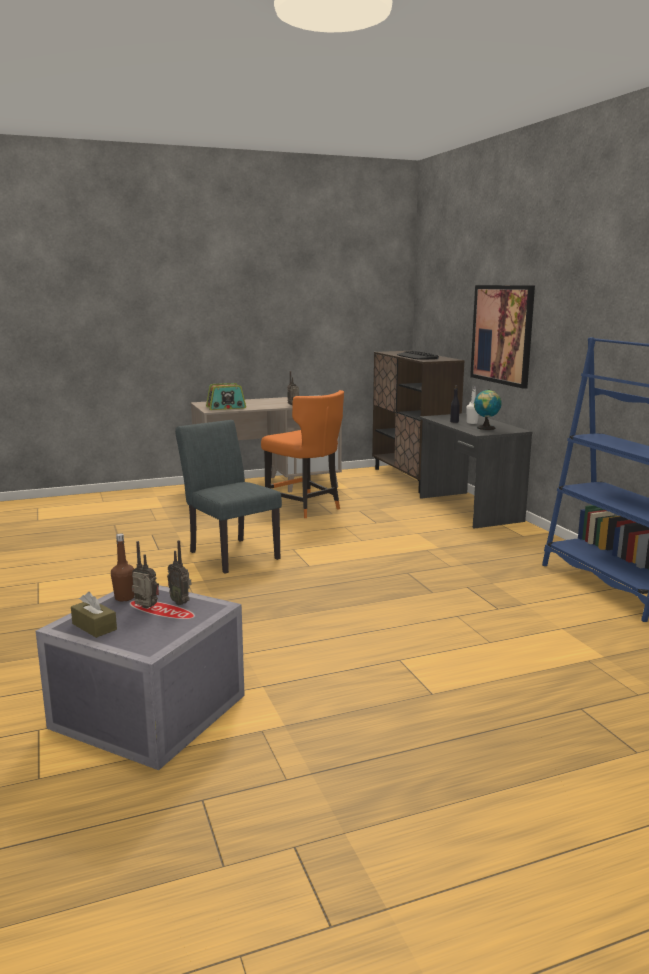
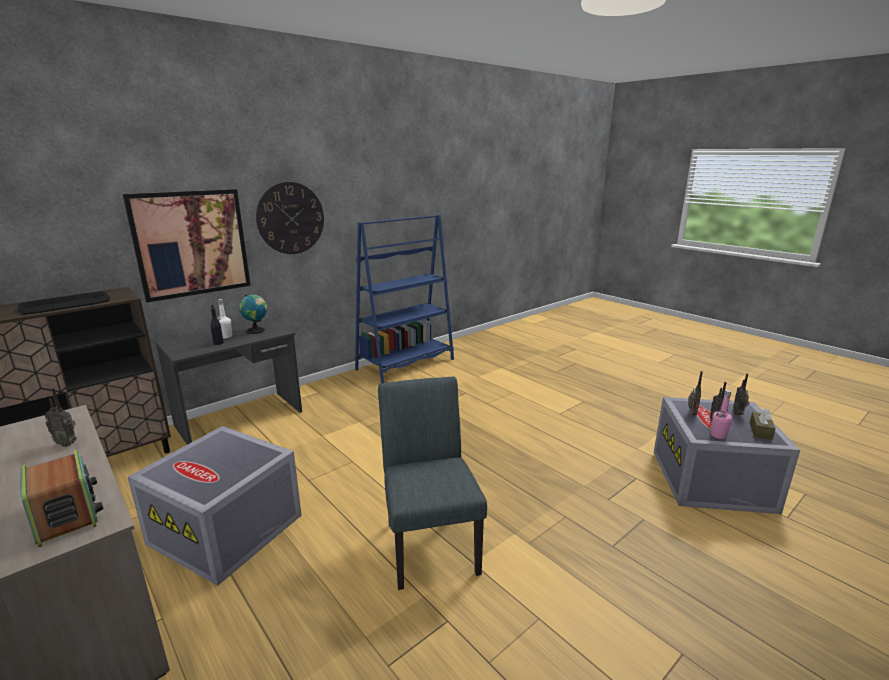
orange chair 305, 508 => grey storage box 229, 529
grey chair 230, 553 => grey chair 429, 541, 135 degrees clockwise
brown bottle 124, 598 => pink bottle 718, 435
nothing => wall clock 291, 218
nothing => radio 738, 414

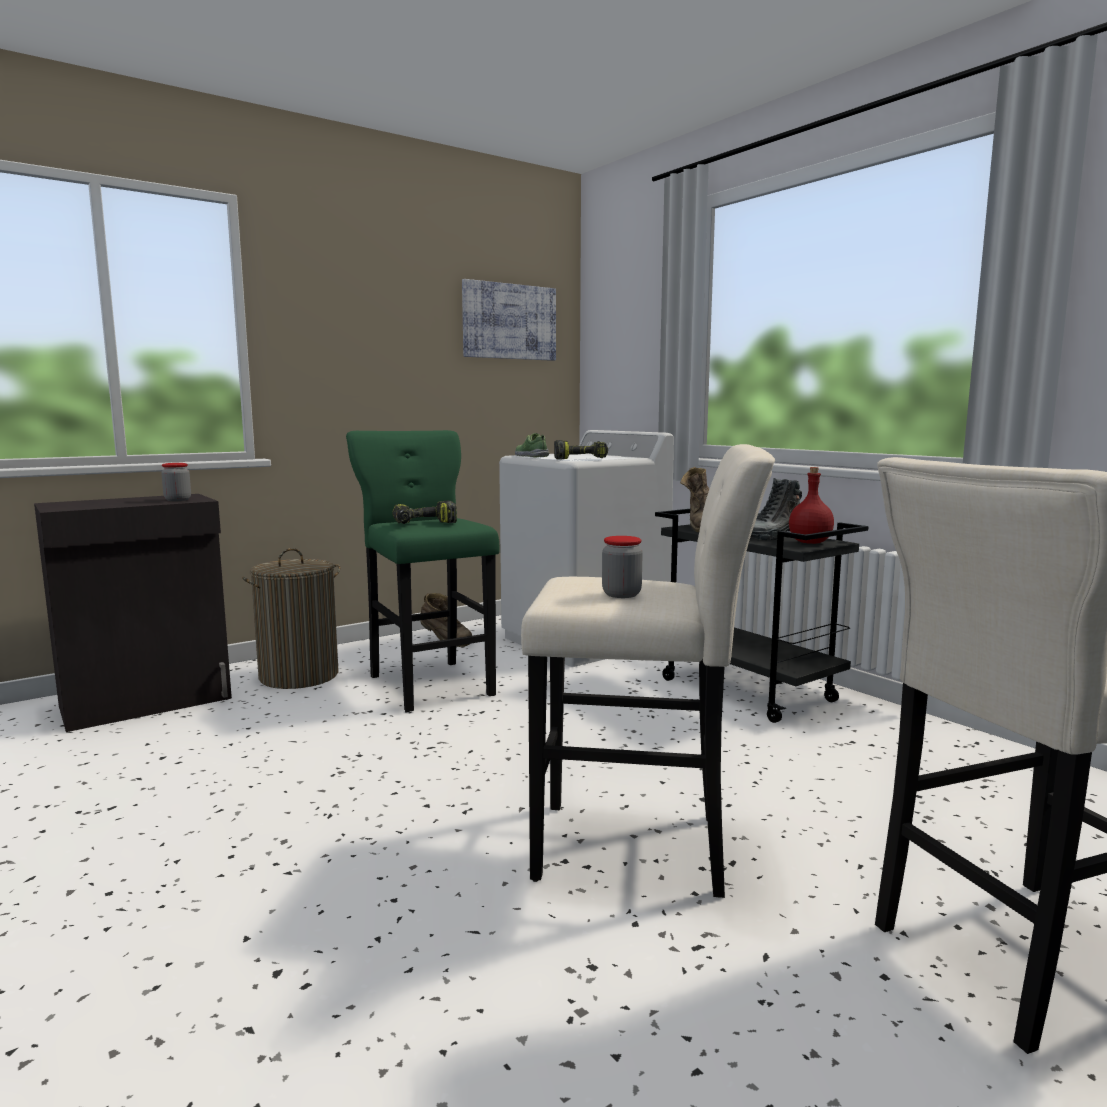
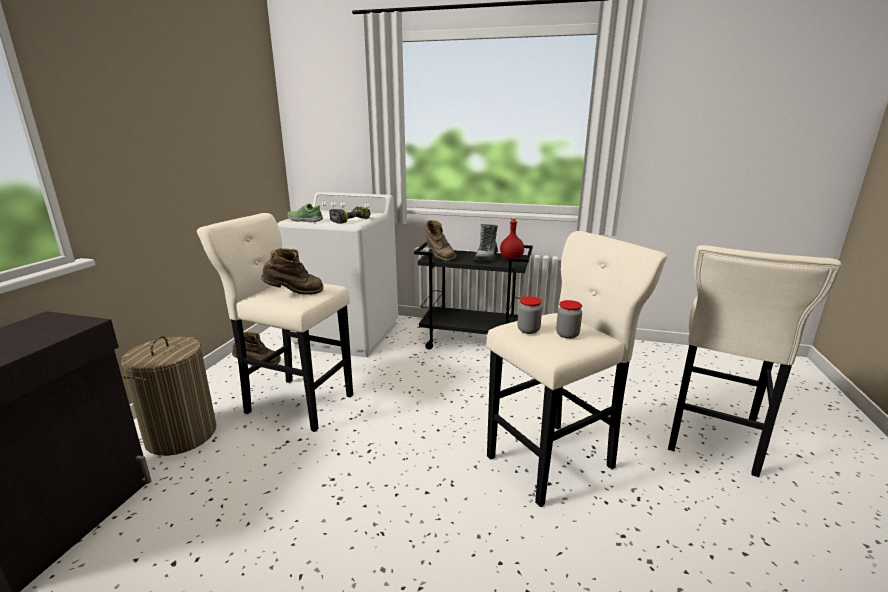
picture 509, 321 => nothing
green stool 429, 683 => beige stool 296, 402
jar 177, 500 => jar 528, 330, shifted
power drill 424, 524 => brown boot 295, 294

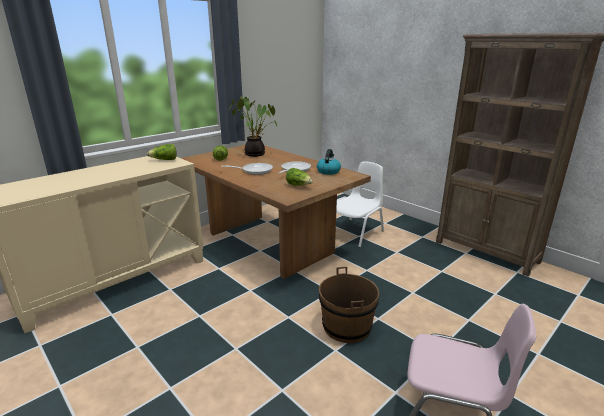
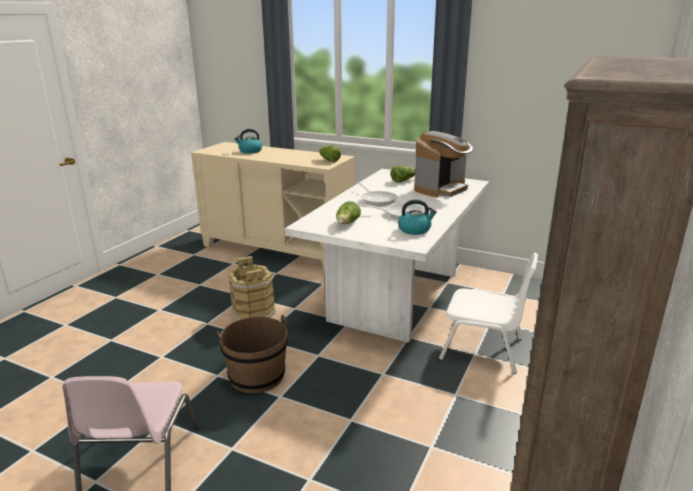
potted plant 255, 153 => coffee machine 441, 189
brown dining table 269, 243 => white dining table 395, 295
nothing => kettle 250, 151
nothing => brown bucket 254, 313

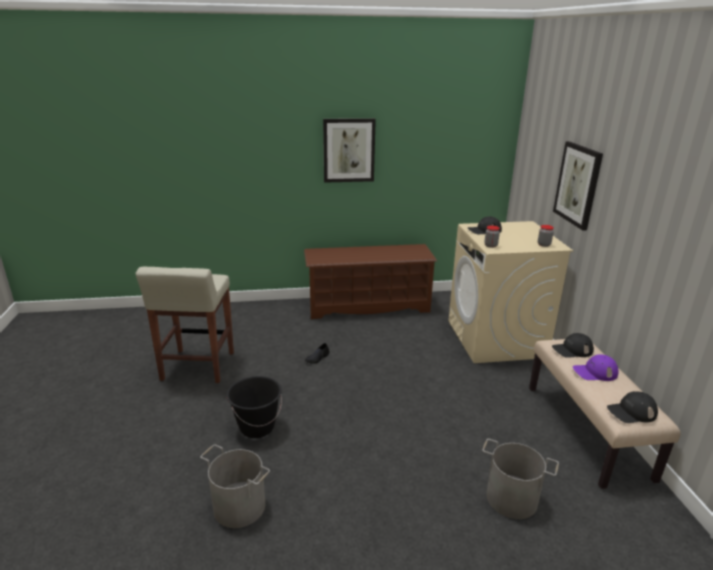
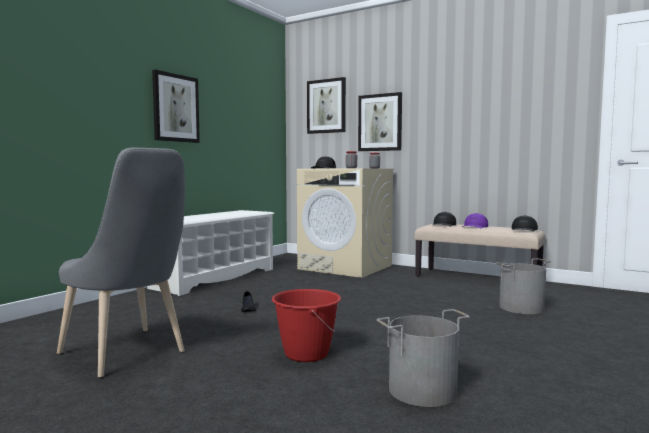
brown shoe rack 368, 306 => white shoe rack 214, 278
beige stool 197, 367 => grey chair 127, 354
black bucket 257, 427 => red bucket 306, 354
nothing => picture 326, 106

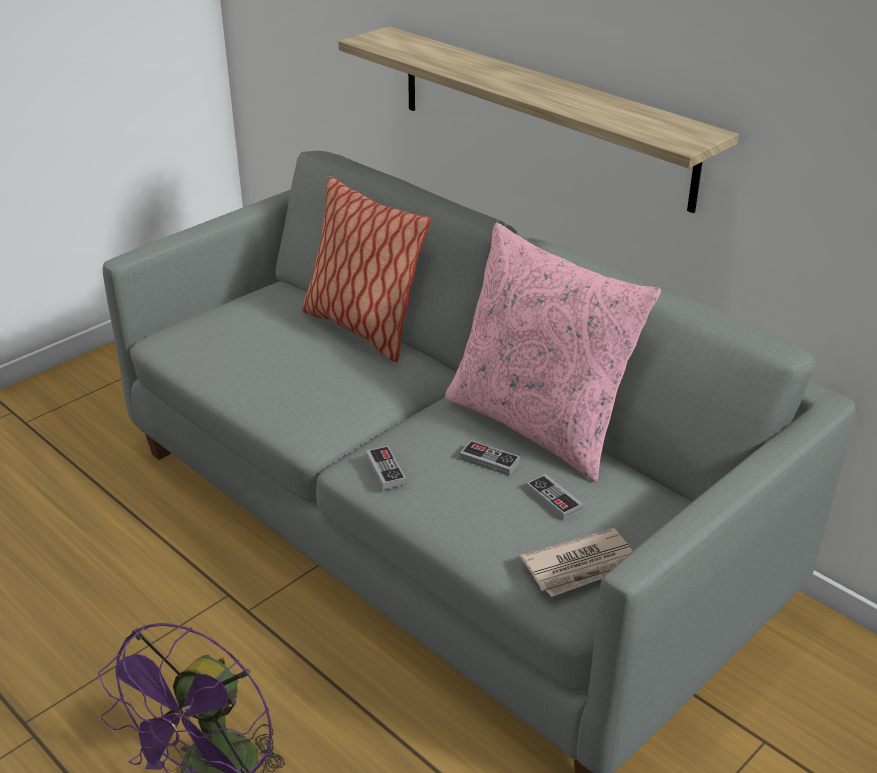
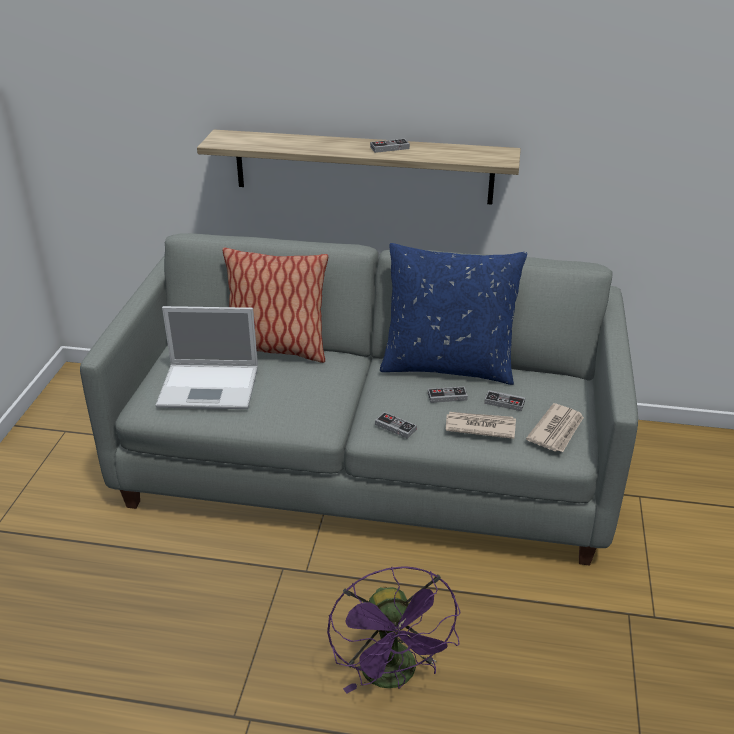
pink pillow 539, 424 => blue pillow 448, 366
nothing => game controller 389, 148
nothing => laptop 211, 386
nothing => newspaper 479, 426

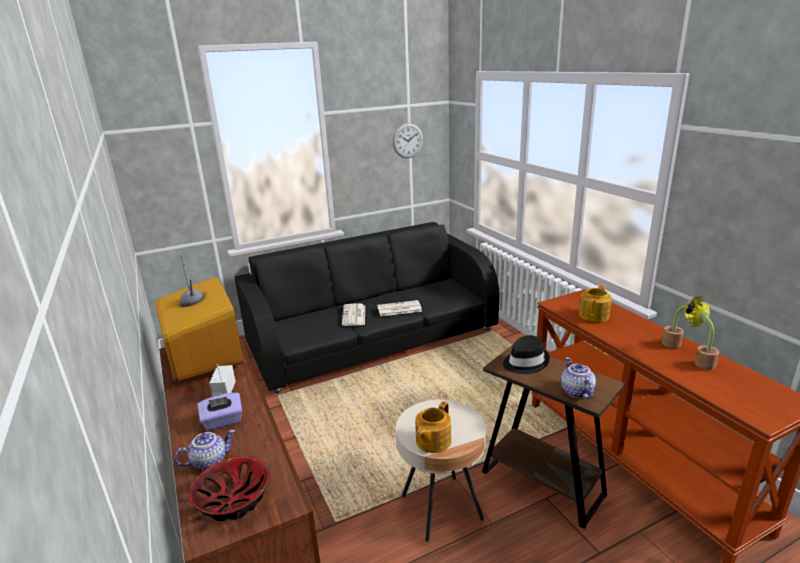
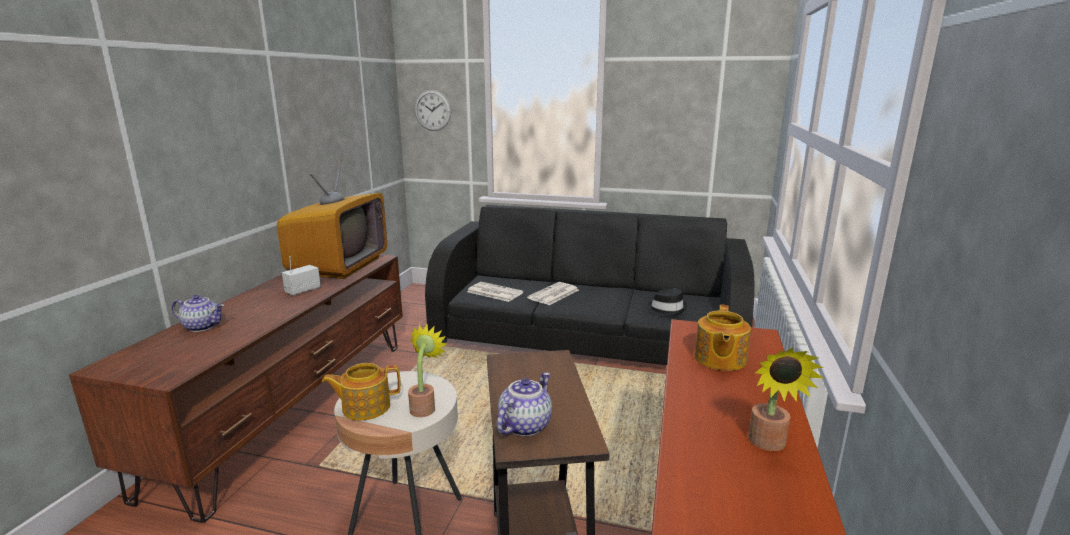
wall clock 407, 140 => wall clock 432, 110, shifted
teapot 594, 315 => teapot 719, 359, 120 degrees clockwise
newspaper 399, 309 => newspaper 494, 292, shifted
potted plant 701, 362 => potted plant 424, 407, shifted
black hat 525, 362 => black hat 667, 309, shifted
purple tissue box 223, 422 => nothing
bowl 234, 500 => nothing

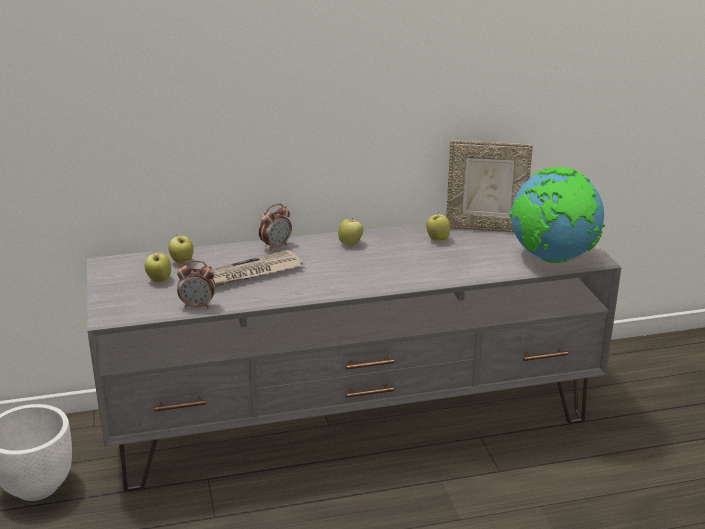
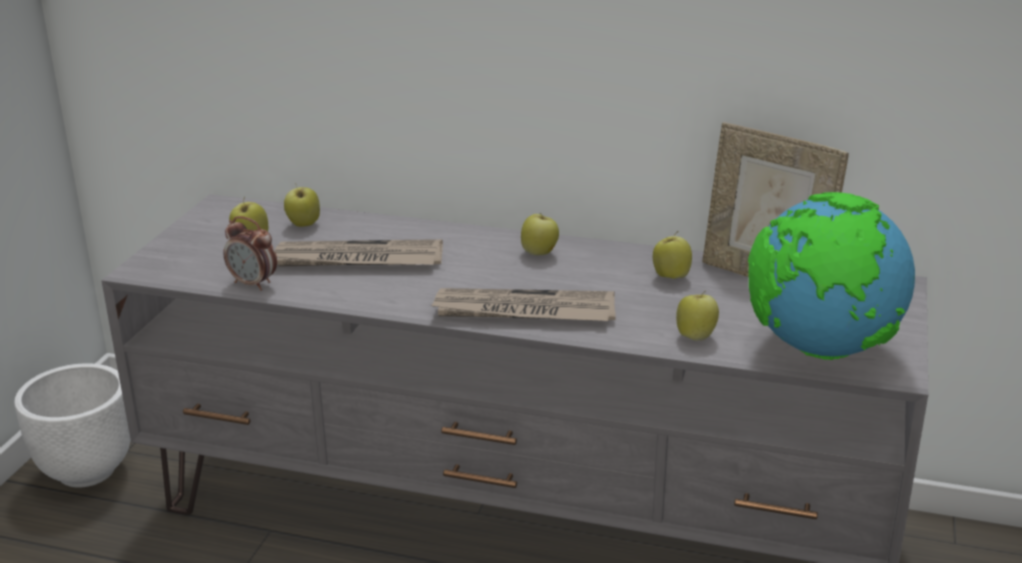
alarm clock 276, 246 => nothing
nothing => newspaper 523, 311
nothing => apple 695, 336

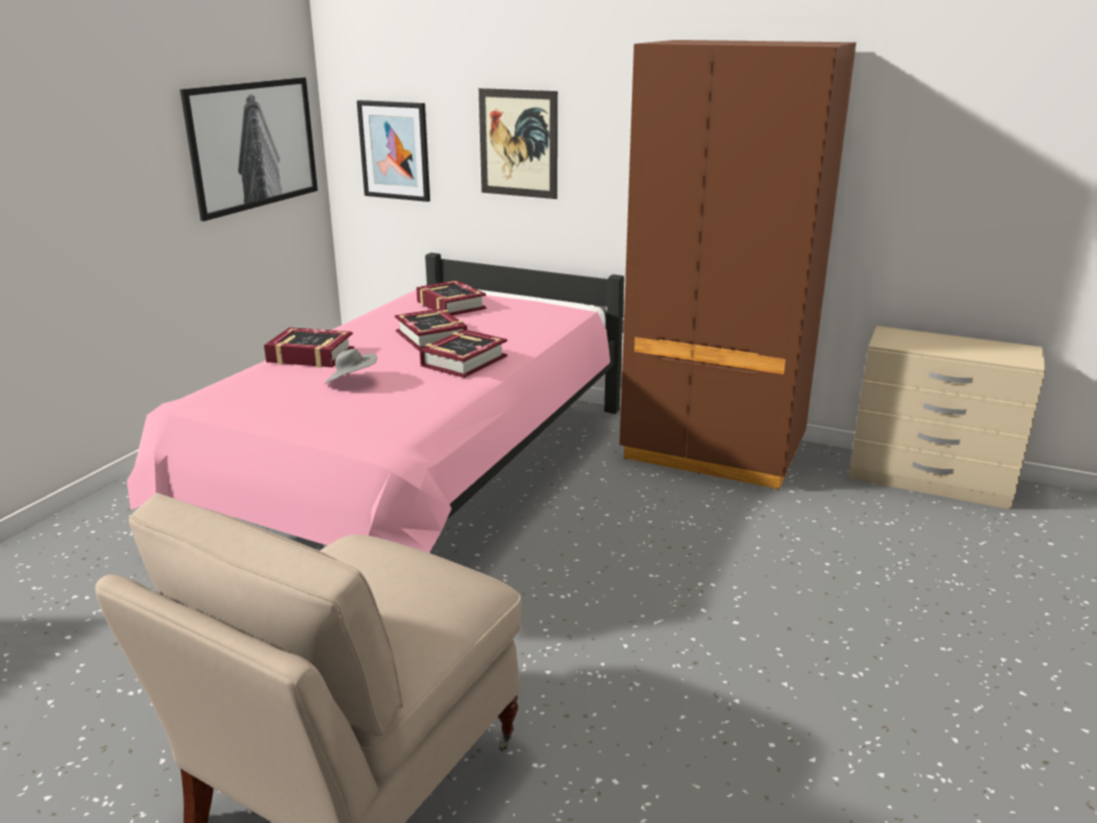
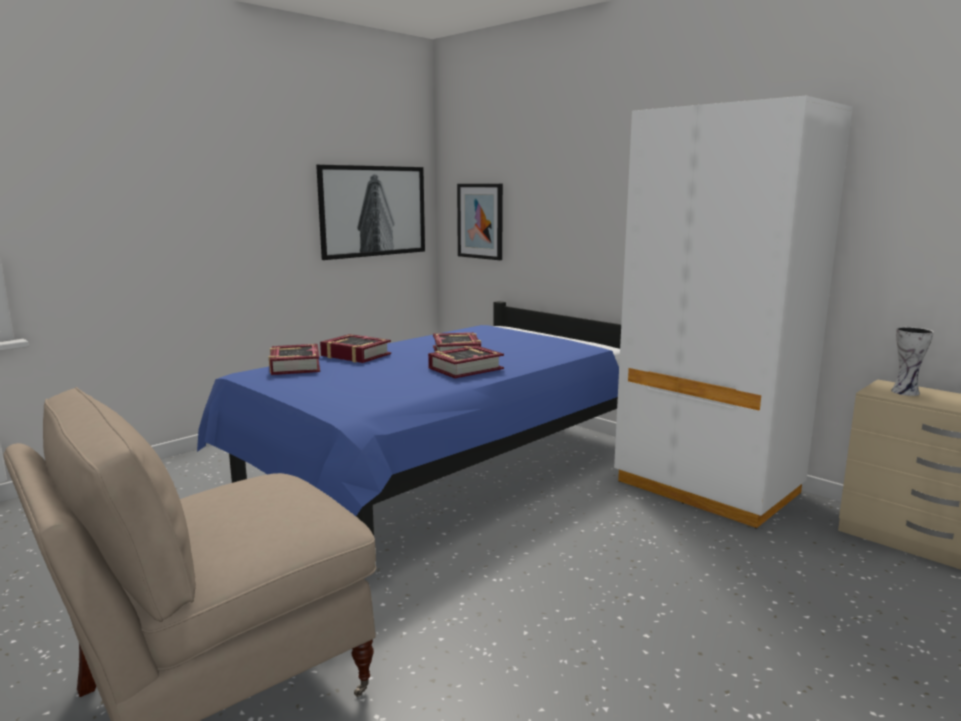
brown wardrobe 713, 451 => white wardrobe 707, 487
picture 518, 143 => nothing
pink bed 421, 476 => blue bed 438, 470
book 450, 305 => book 295, 366, shifted
grey hat 351, 382 => nothing
nothing => vase 906, 392

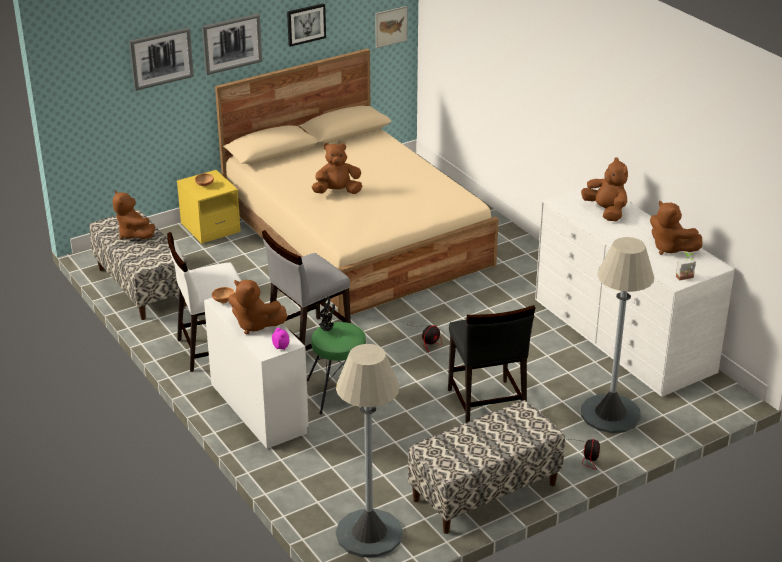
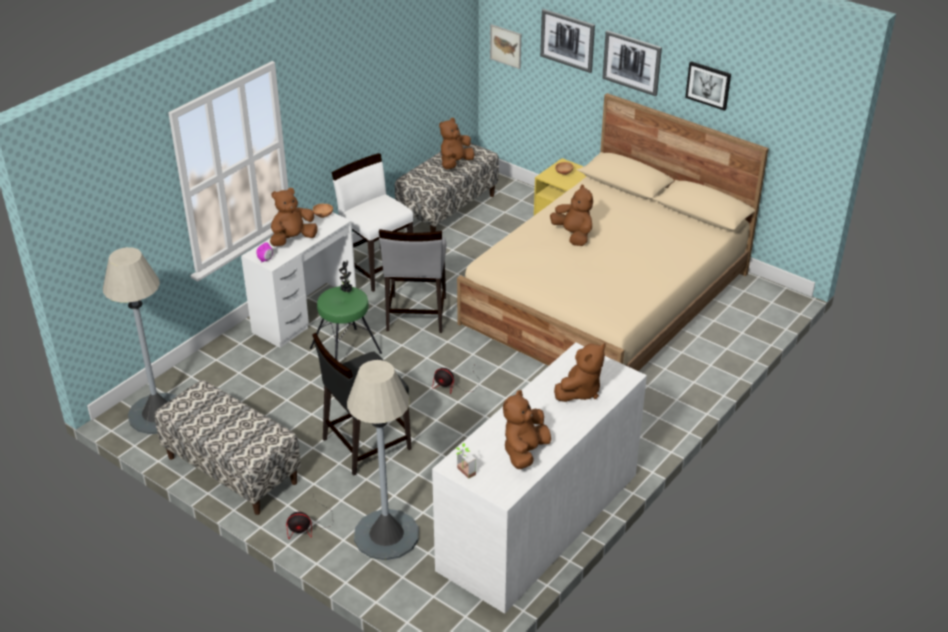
picture 391, 26 => picture 506, 46, shifted
grey chair 308, 340 => grey chair 415, 314, 120 degrees counterclockwise
brown plush toy 255, 325 => brown plush toy 293, 239, 45 degrees clockwise

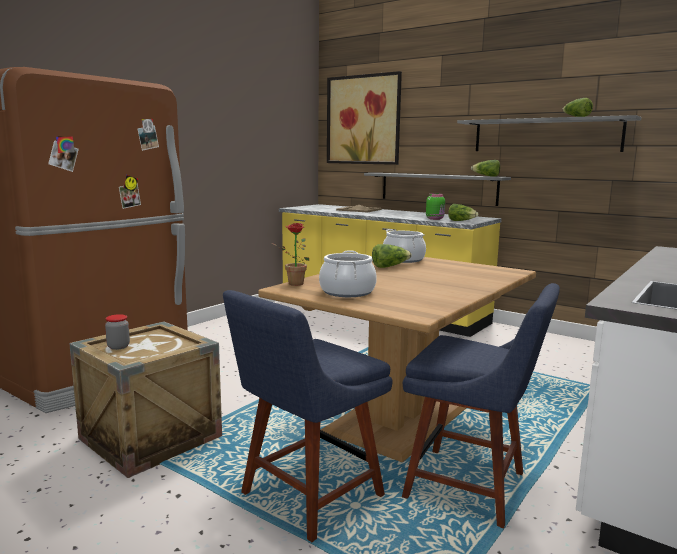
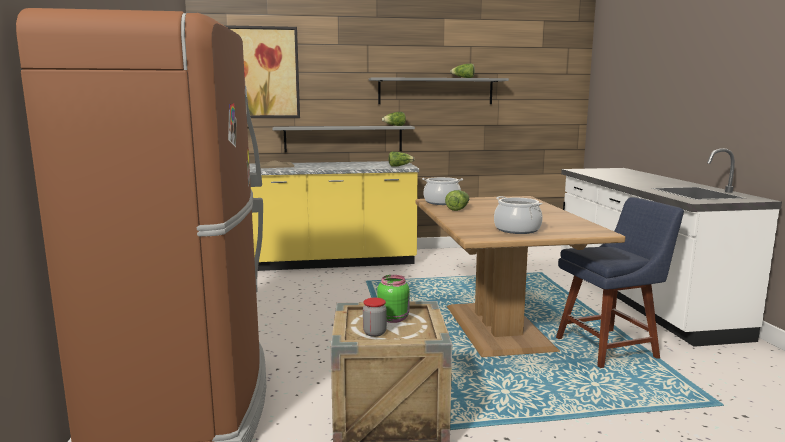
green jar 435, 219 => green jar 394, 318, shifted
potted plant 292, 284 => nothing
blue chair 307, 498 => nothing

